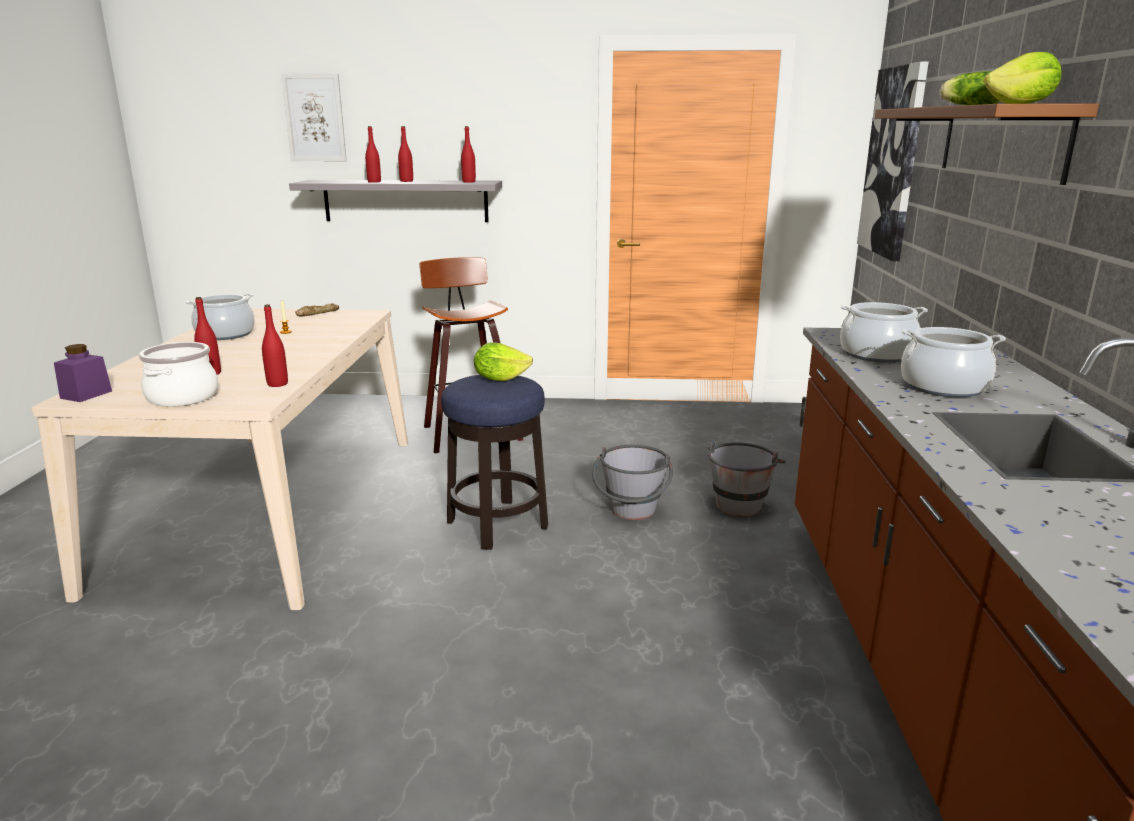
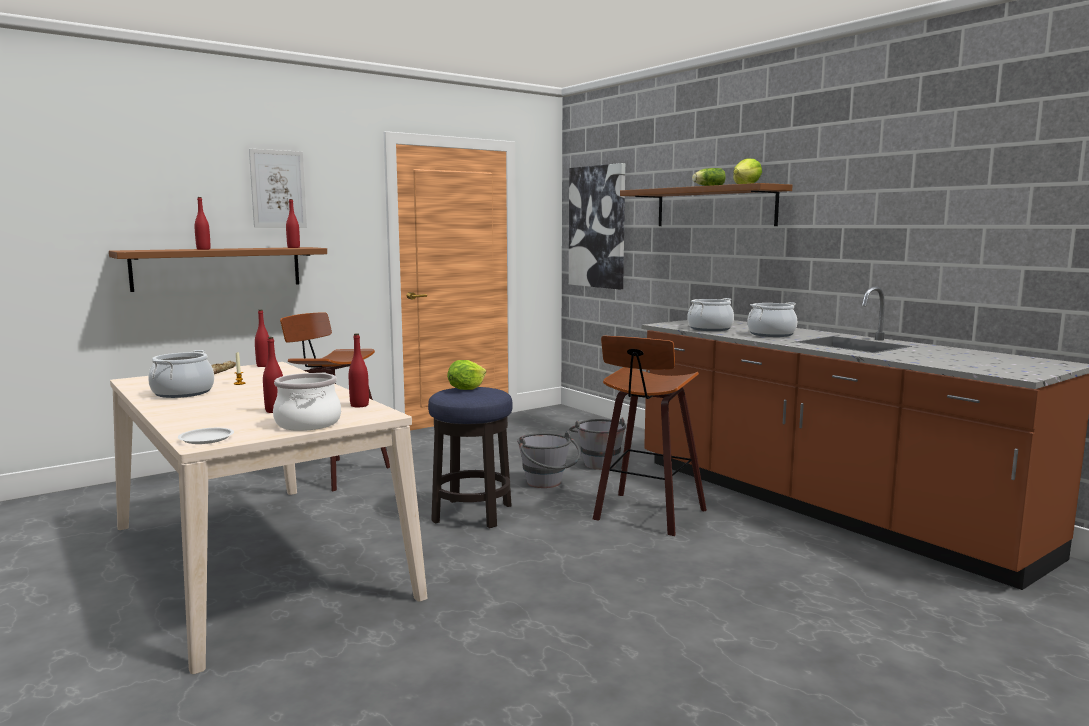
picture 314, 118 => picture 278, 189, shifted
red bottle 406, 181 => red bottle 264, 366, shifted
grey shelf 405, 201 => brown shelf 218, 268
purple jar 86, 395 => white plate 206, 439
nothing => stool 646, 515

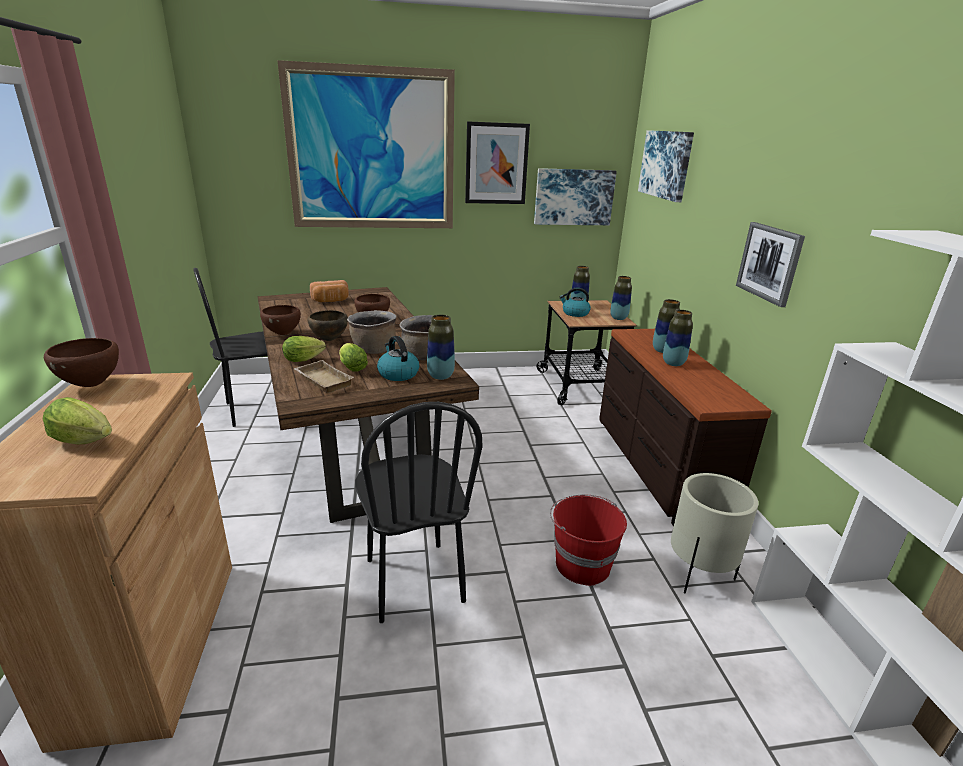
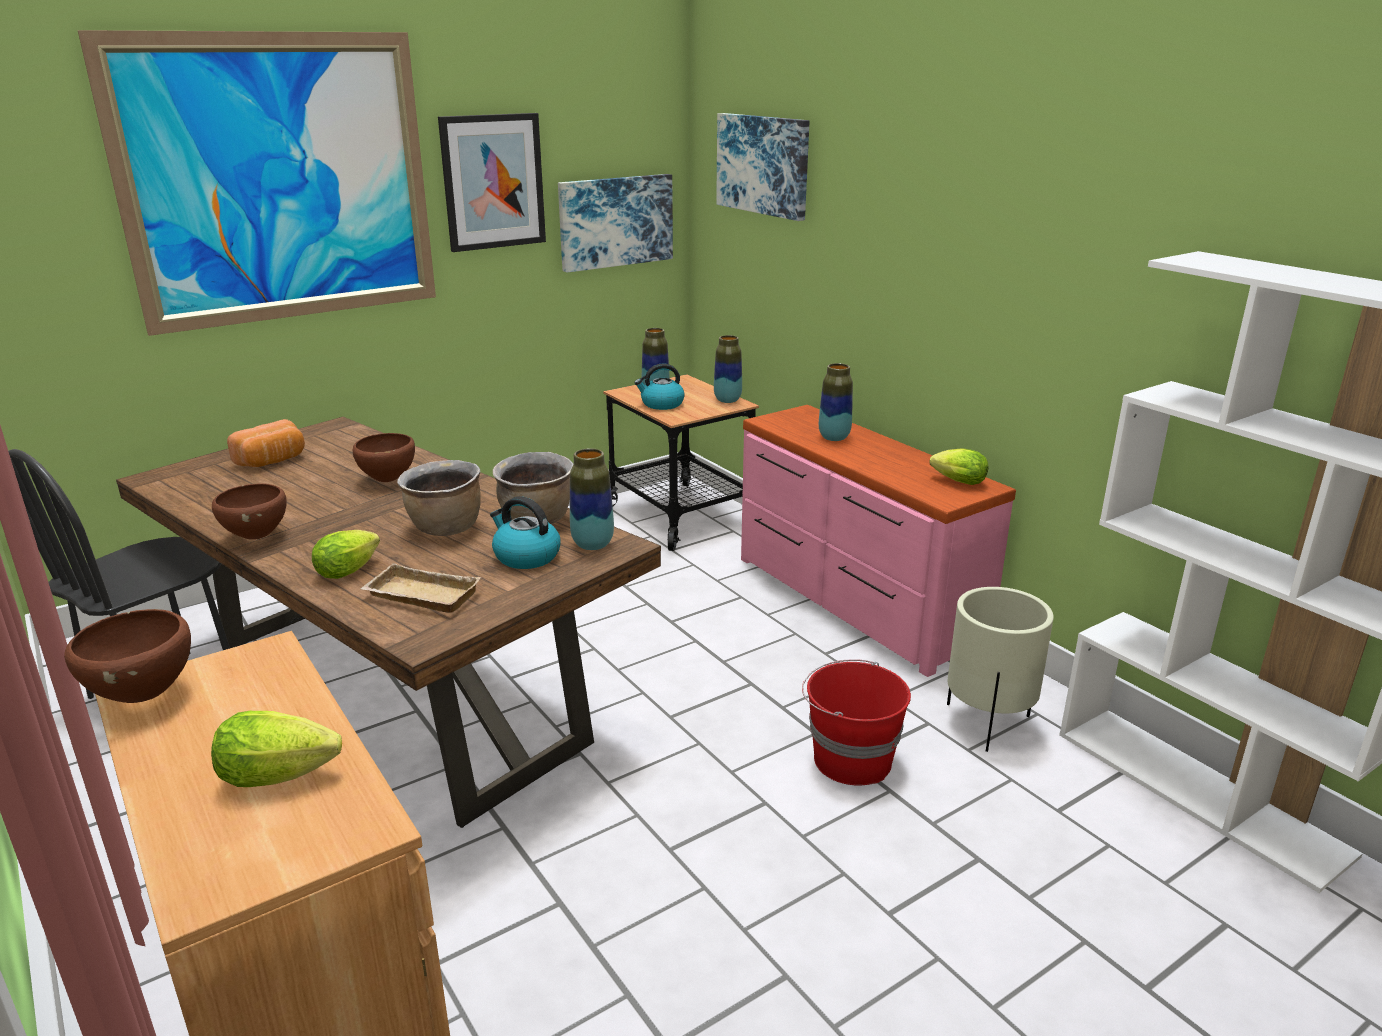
picture 769, 263 => nothing
brown bowl 329, 340 => nothing
vase 673, 363 => nothing
brown dresser 656, 464 => pink dresser 853, 601
lettuce 351, 367 => lettuce 956, 481, shifted
black chair 413, 580 => nothing

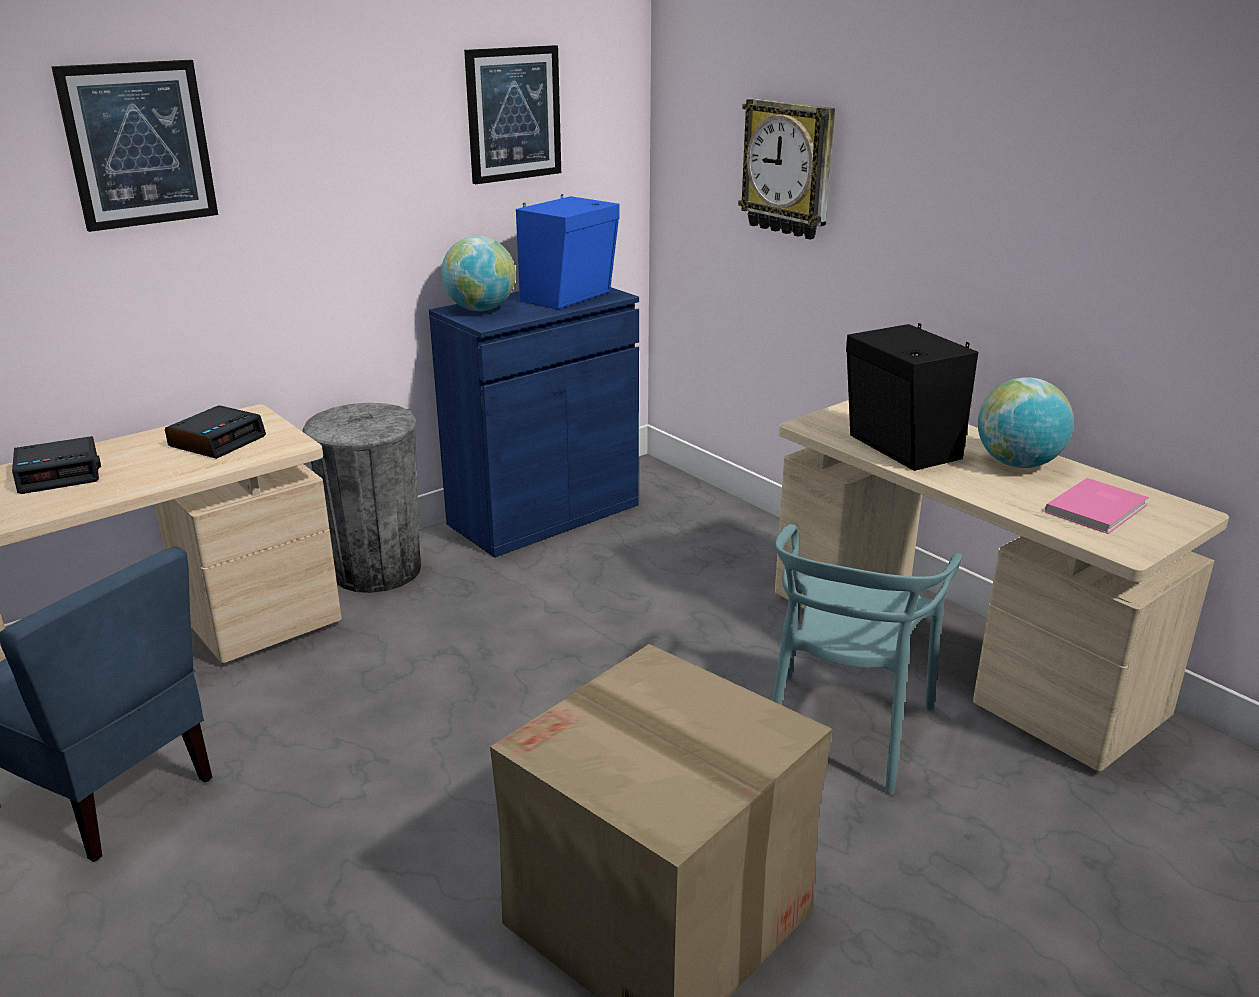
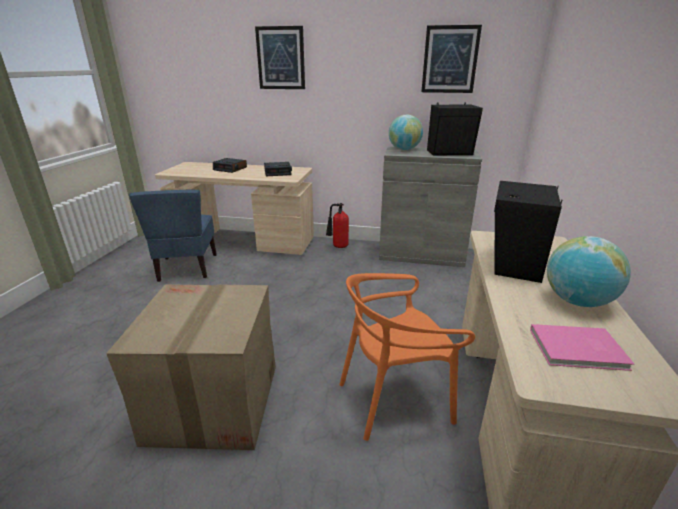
wall clock 788, 168 => nothing
blue speaker 570, 296 => black speaker 451, 153
blue cabinet 544, 514 => grey cabinet 421, 254
grey trash can 377, 570 => fire extinguisher 338, 247
turquoise chair 843, 730 => orange chair 394, 399

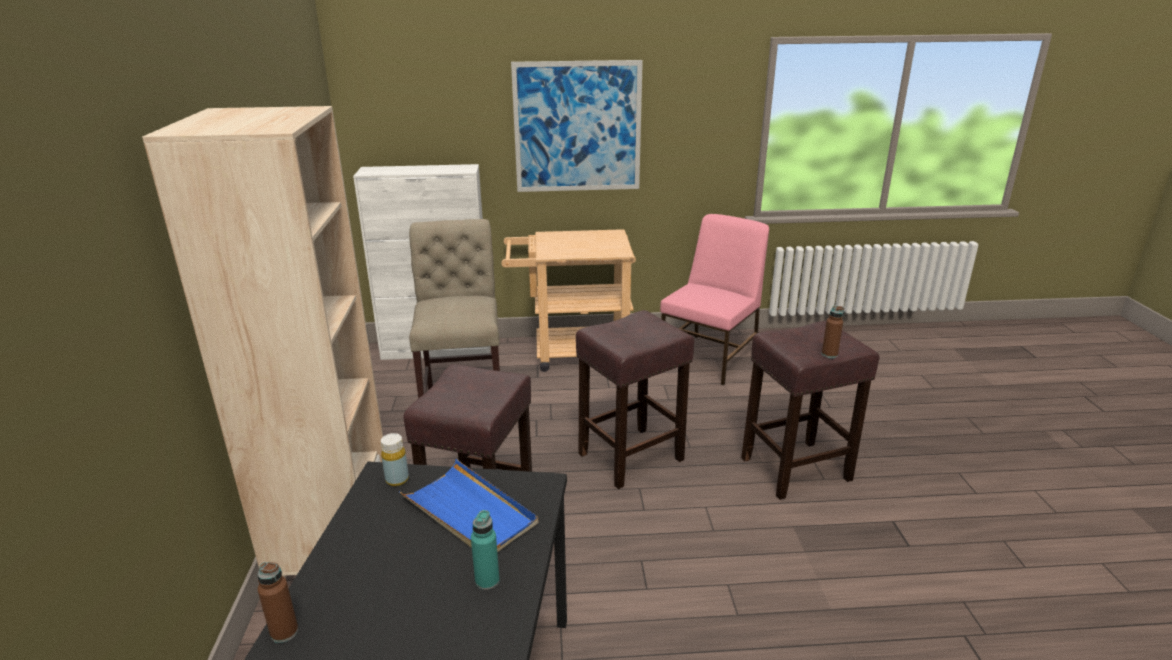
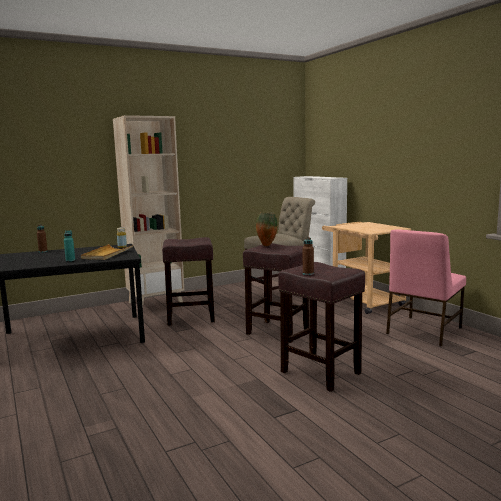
picture 577, 127 => nothing
pink chair 710, 358 => pink chair 423, 331, 120 degrees clockwise
blue tray 470, 512 => beige tray 107, 254
nothing => vase 266, 245

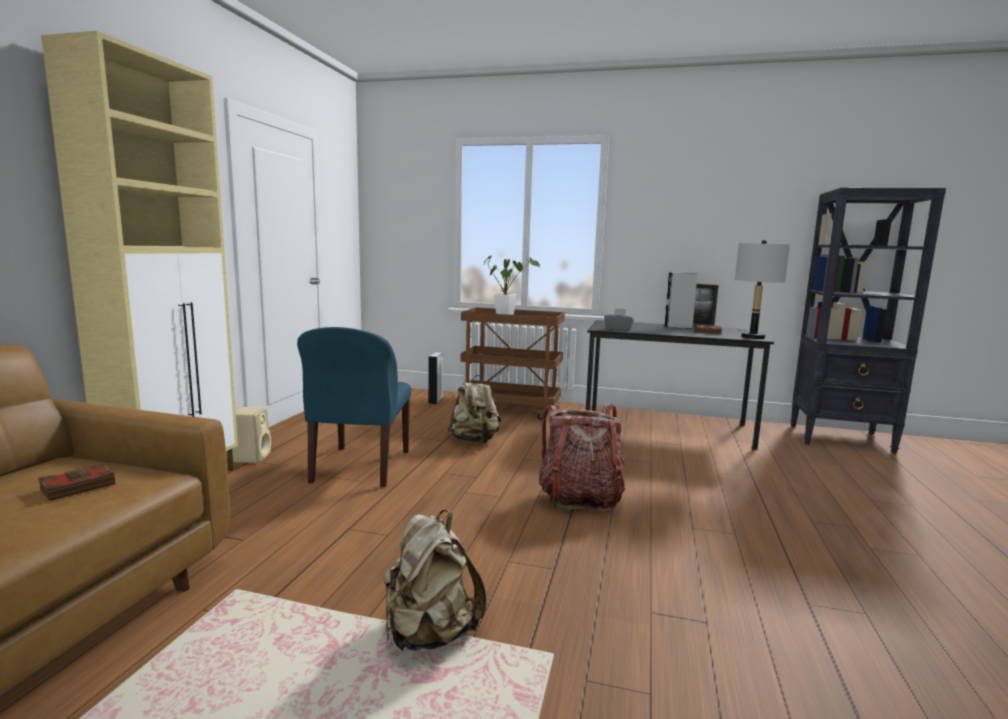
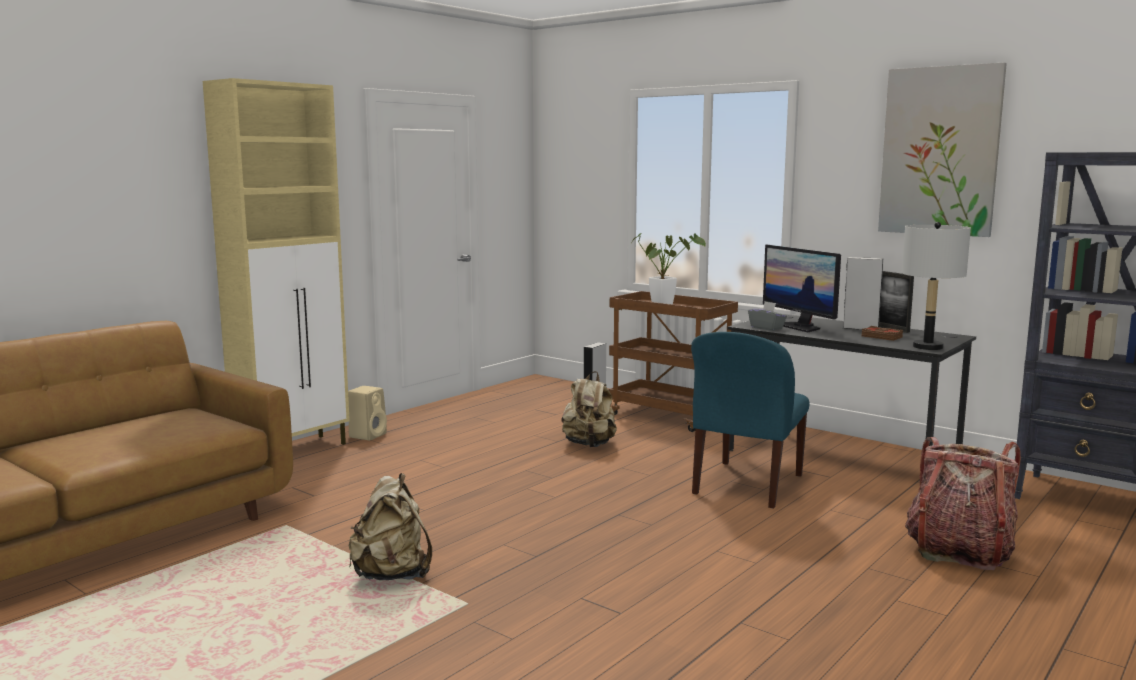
blue chair 360, 468 => blue chair 746, 485, shifted
backpack 580, 497 => backpack 959, 551, shifted
brown book 78, 487 => nothing
nothing => picture 940, 151
nothing => monitor 800, 327

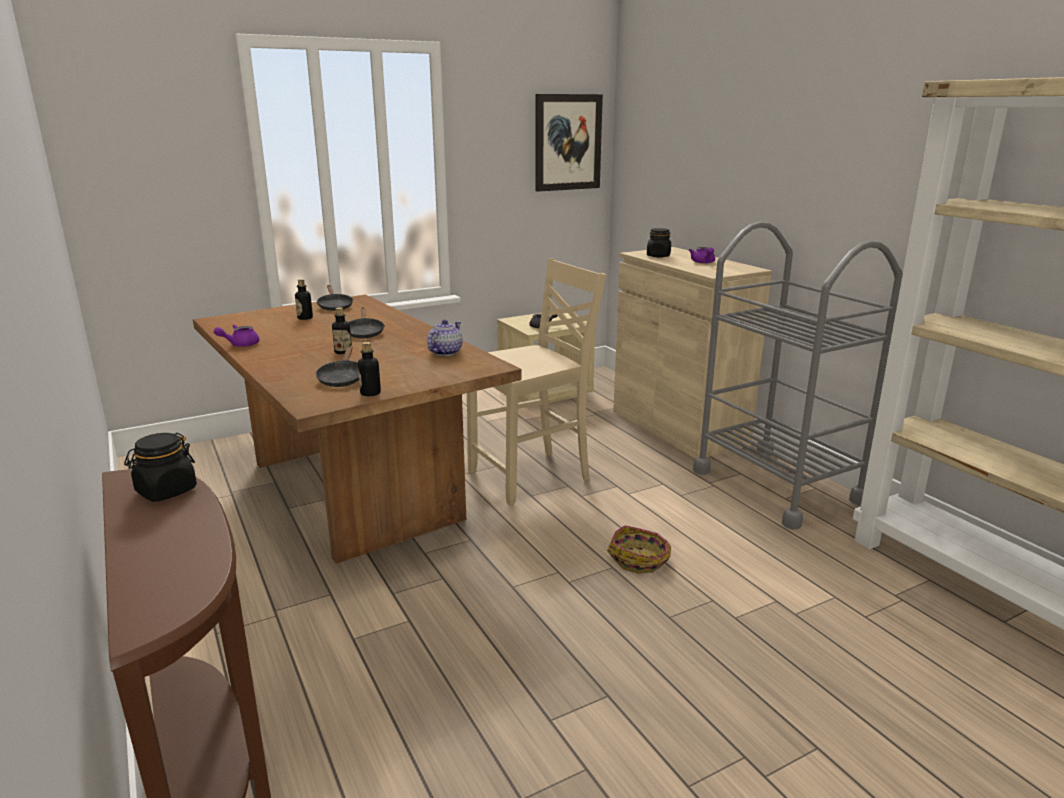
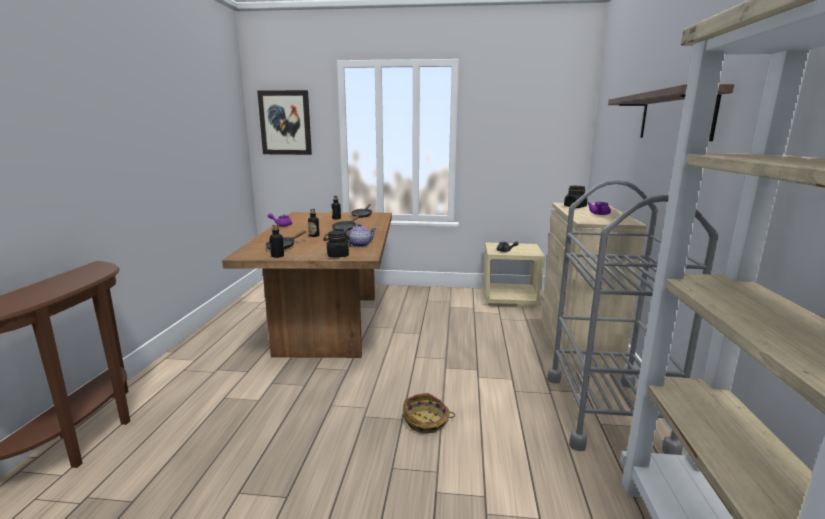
picture 567, 142 => picture 285, 123, shifted
beige chair 532, 476 => nothing
black jar 166, 491 => black jar 337, 255, shifted
nothing => shelf 674, 116

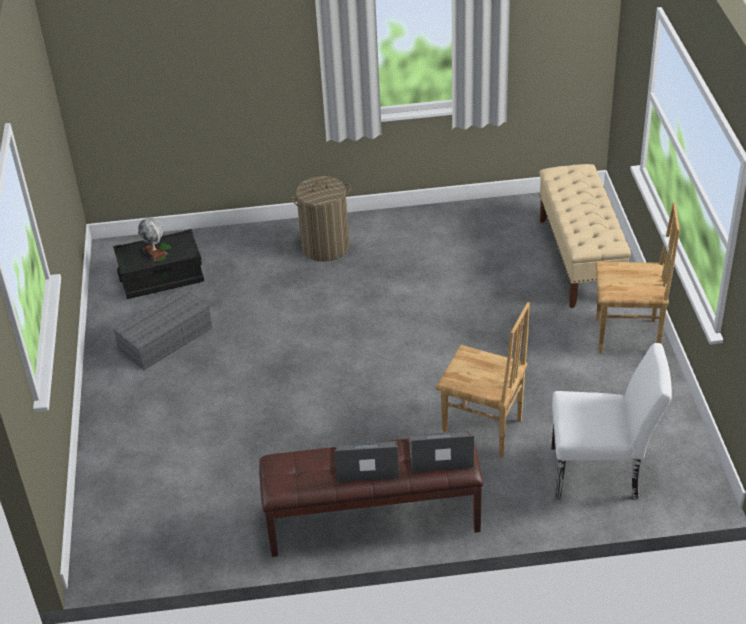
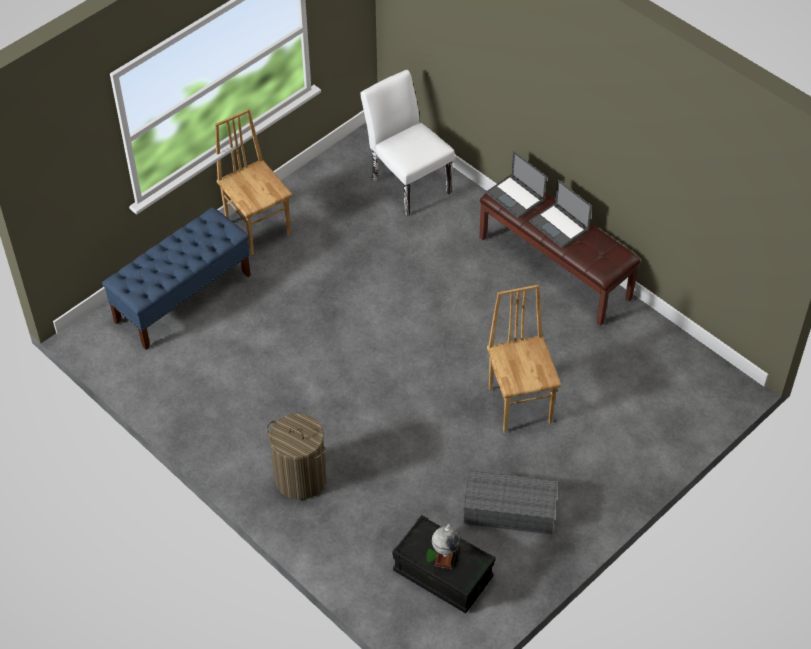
beige bench 580, 260 => blue bench 183, 298
brown chair 482, 431 => brown chair 520, 404, shifted

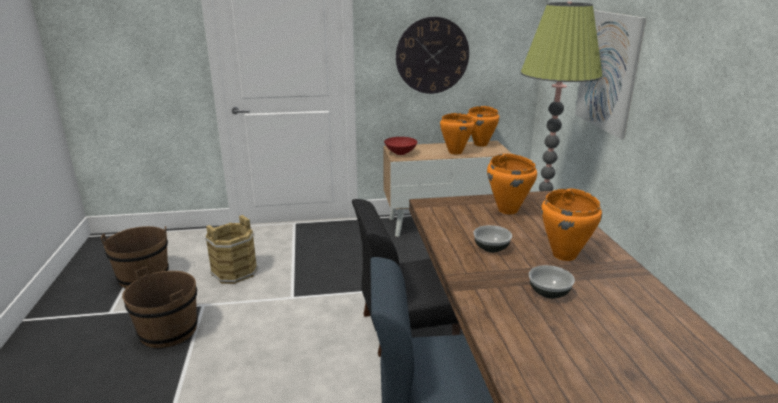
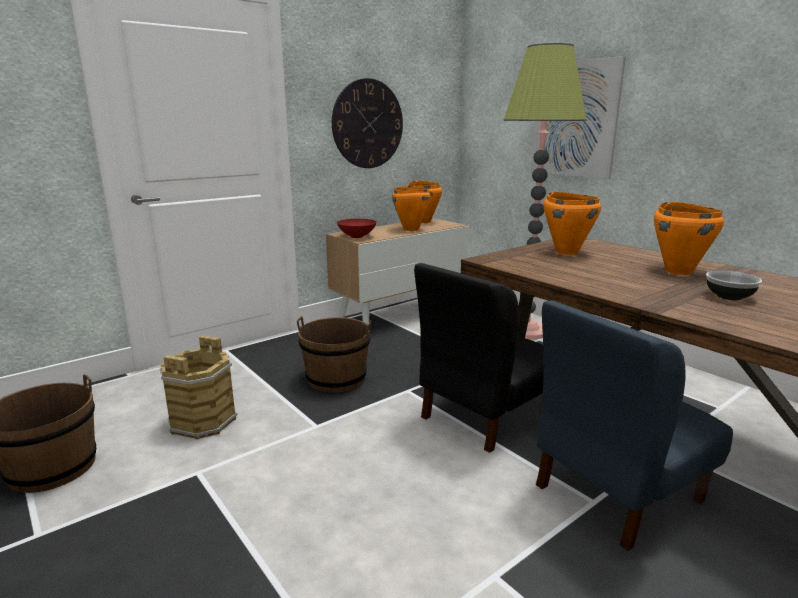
bowl 491, 248 => nothing
brown bucket 168, 330 => brown bucket 336, 379, shifted

